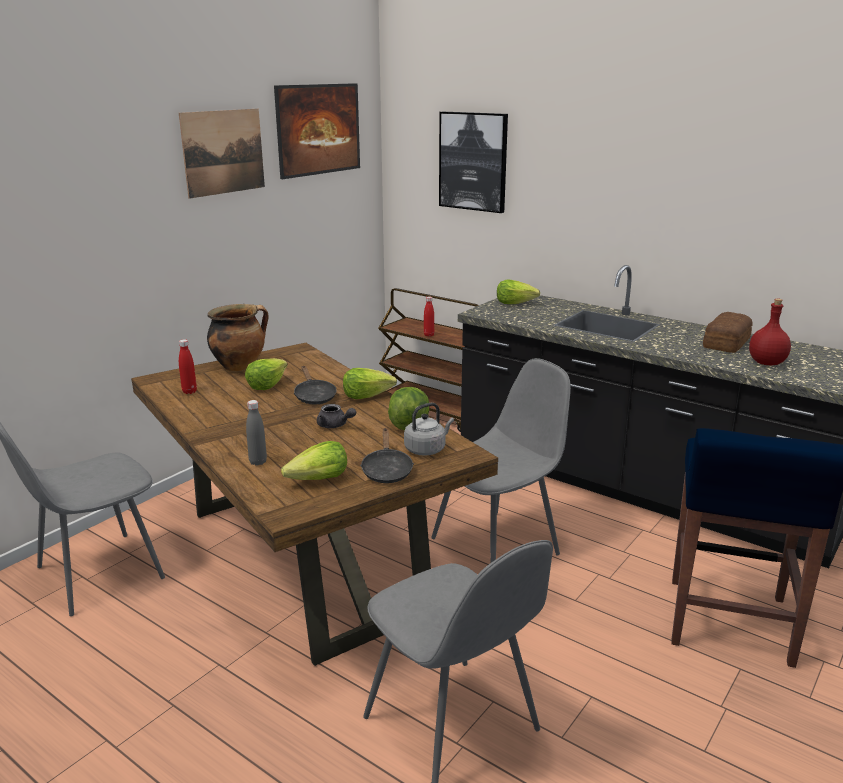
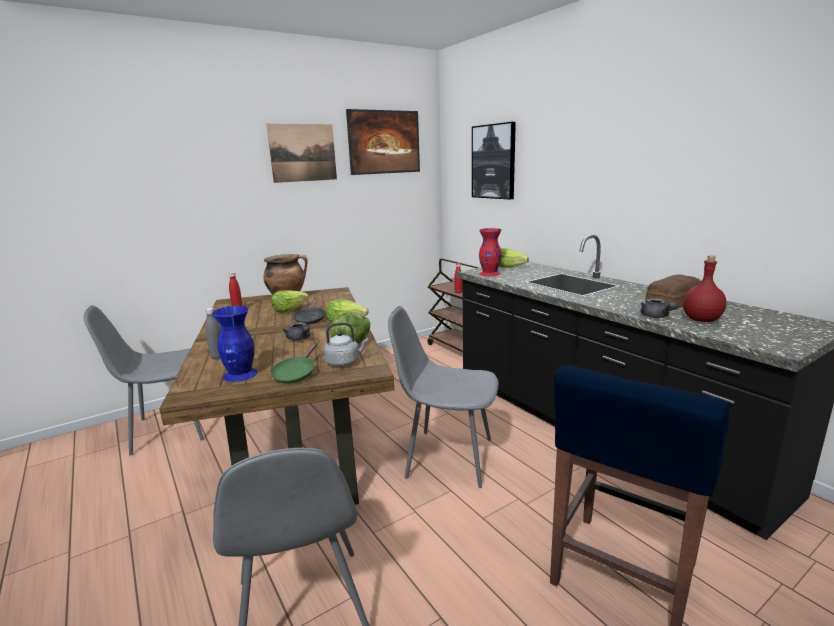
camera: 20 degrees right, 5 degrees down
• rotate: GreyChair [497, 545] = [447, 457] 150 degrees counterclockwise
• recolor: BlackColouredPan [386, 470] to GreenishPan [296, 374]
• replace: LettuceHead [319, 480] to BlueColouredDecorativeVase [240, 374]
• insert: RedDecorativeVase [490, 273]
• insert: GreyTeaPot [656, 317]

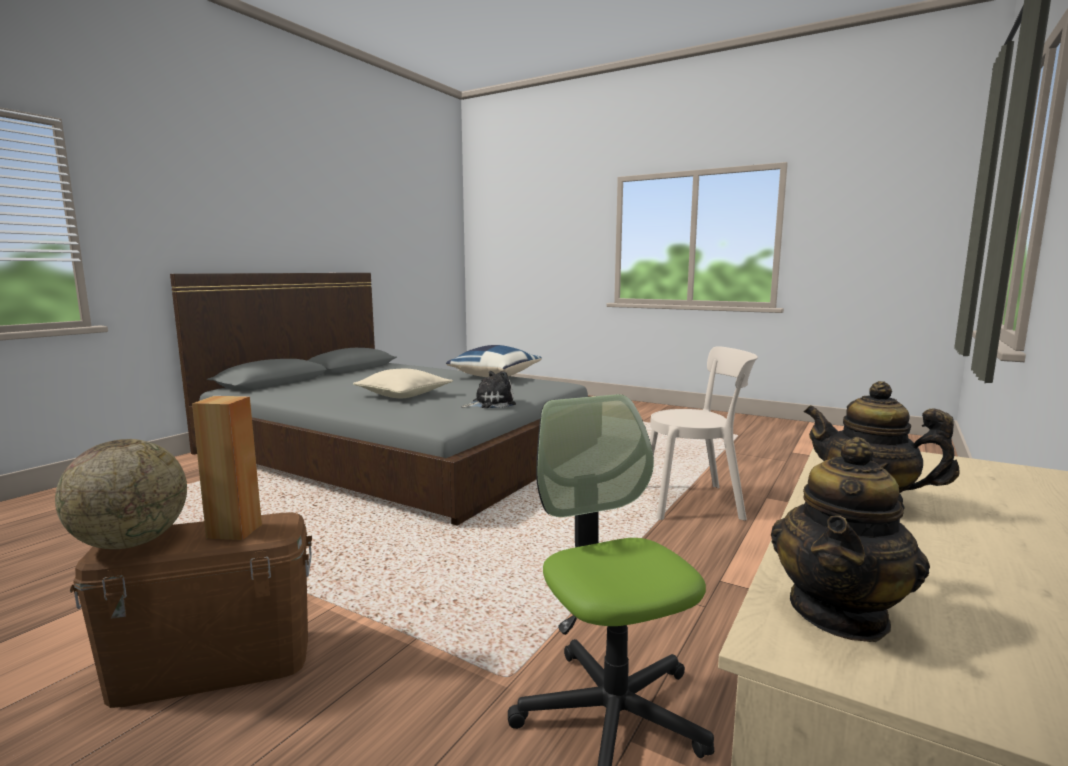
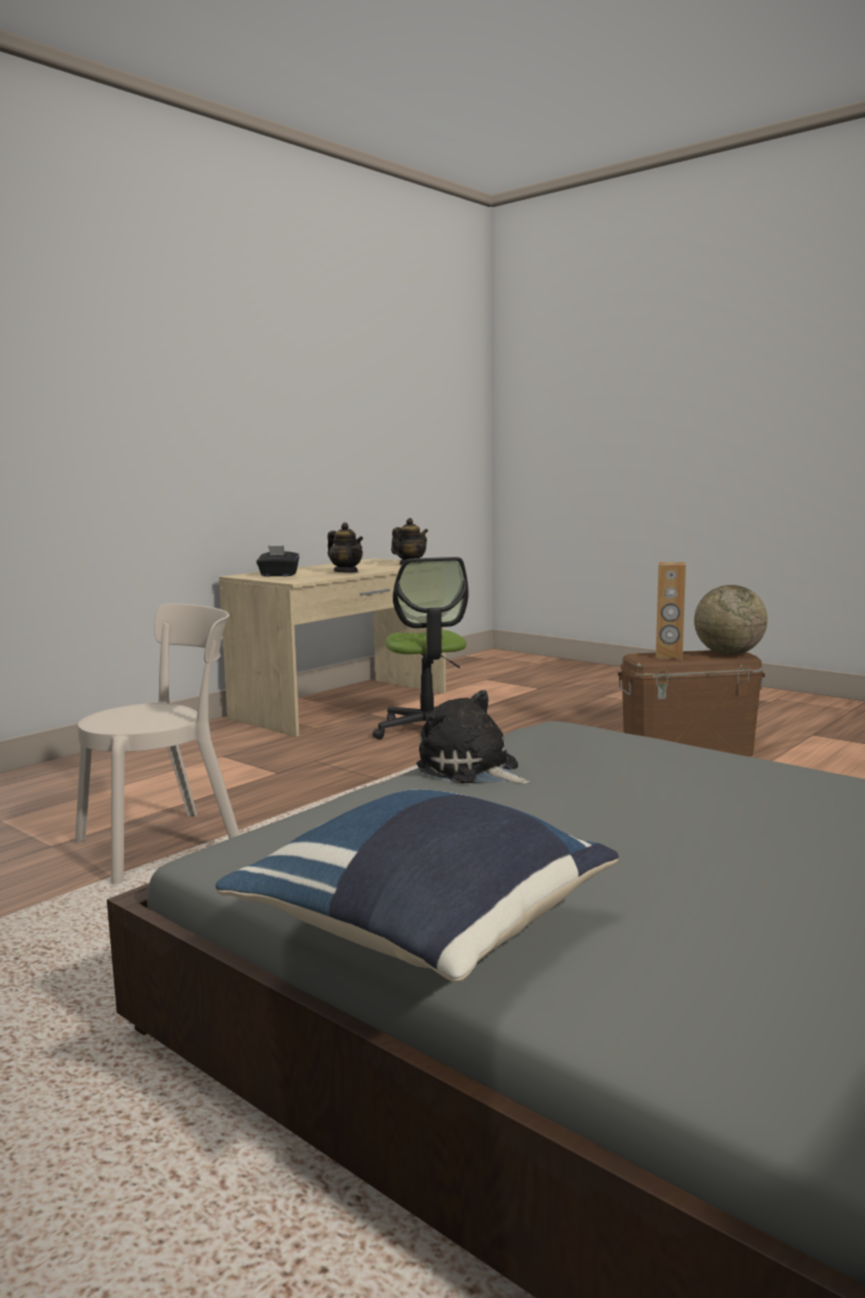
camera: 170 degrees left, 0 degrees up
• rotate: BeigeChair [696, 502] = [167, 844] 135 degrees clockwise
• delete: BeigeThrowPillow [403, 395]
• rotate: PlushToy [490, 403] = [471, 770] 60 degrees clockwise
• insert: BlackColouredBoxOfTissues [278, 575]

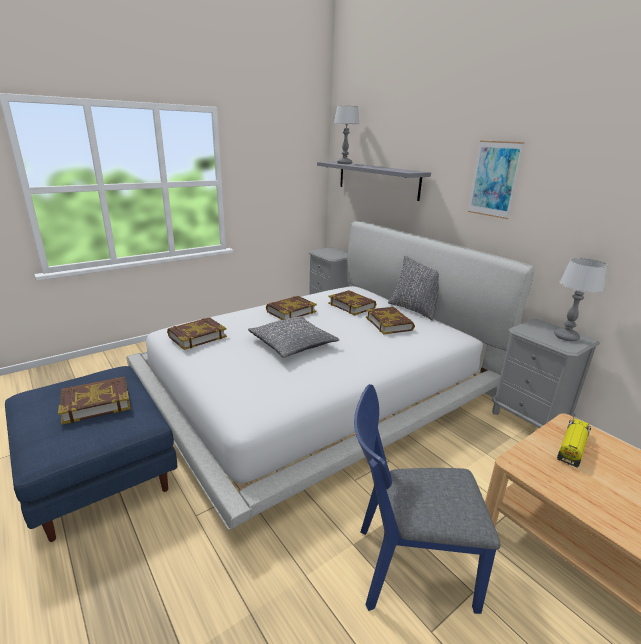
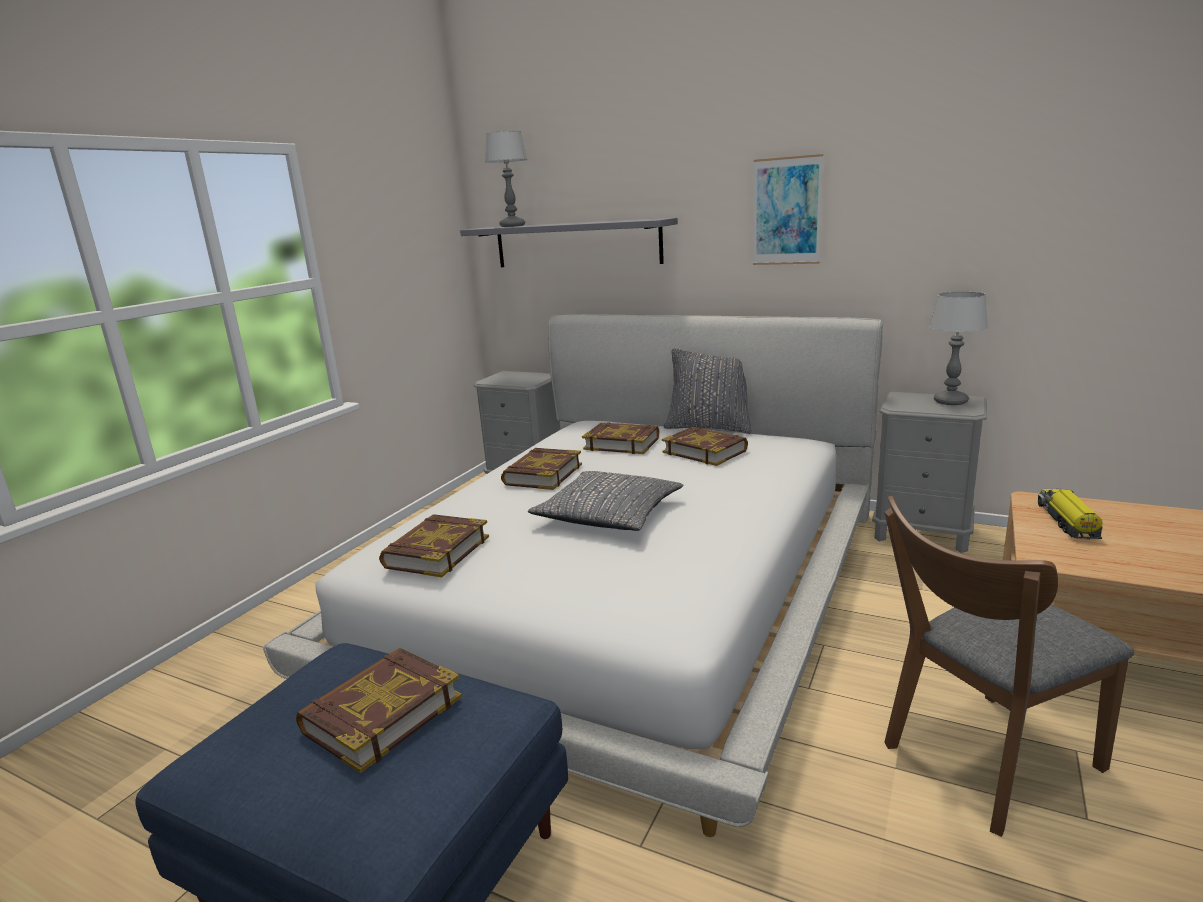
camera: 25 degrees left, 5 degrees down
• recolor: BlueColouredChair [404, 567] to BrownColouredChair [981, 762]

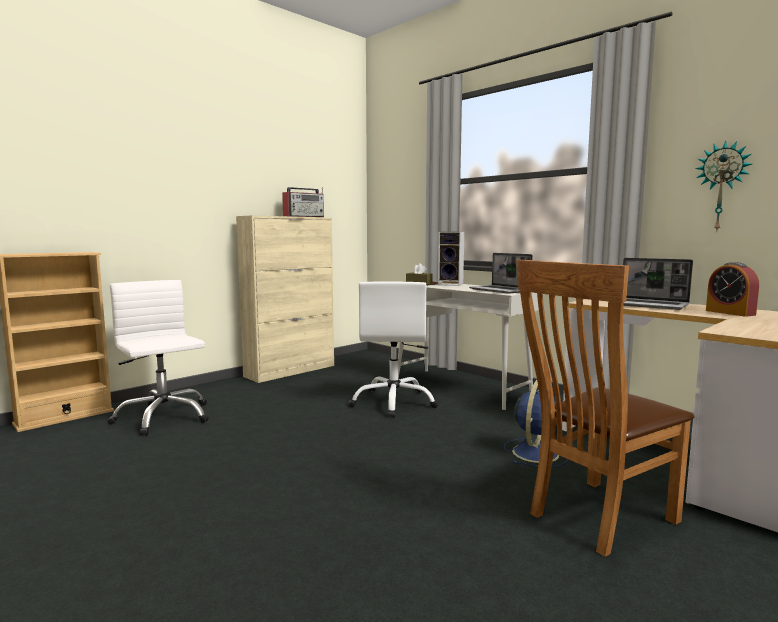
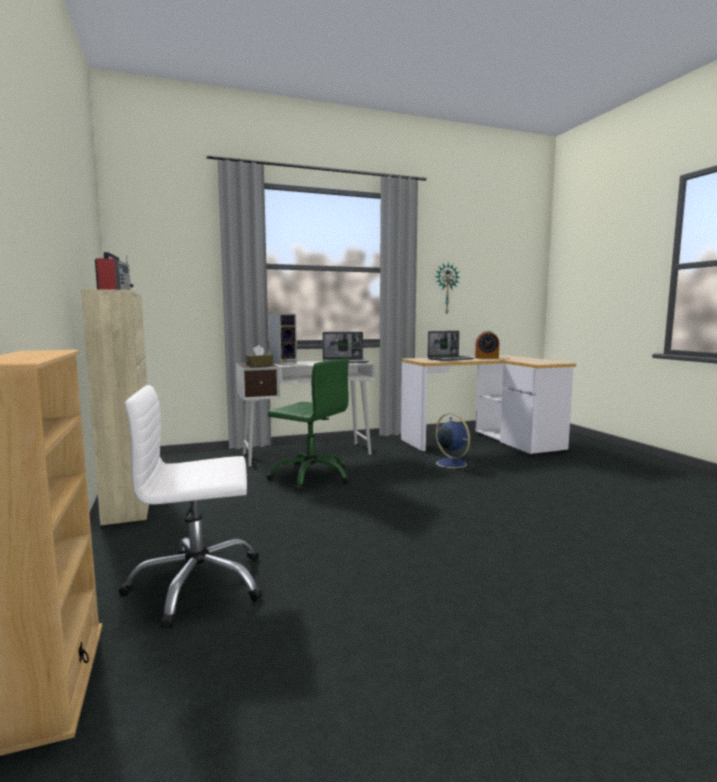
camera: 65 degrees left, 0 degrees up
• delete: BrownColouredChair [595, 518]
• recolor: WhitishComputerChair [394, 402] to GreenishComputerChair [311, 477]

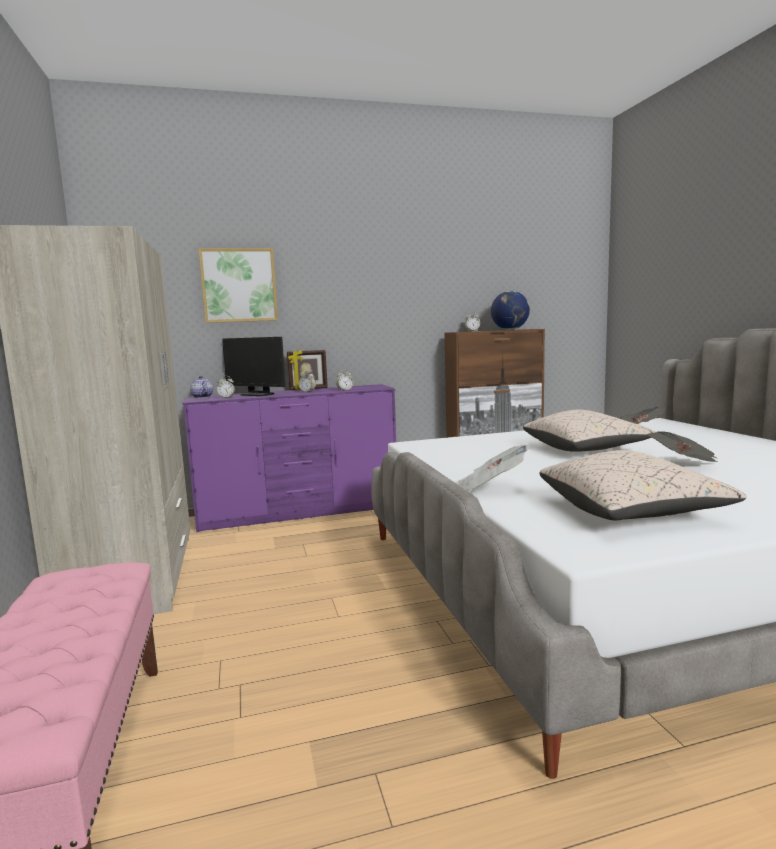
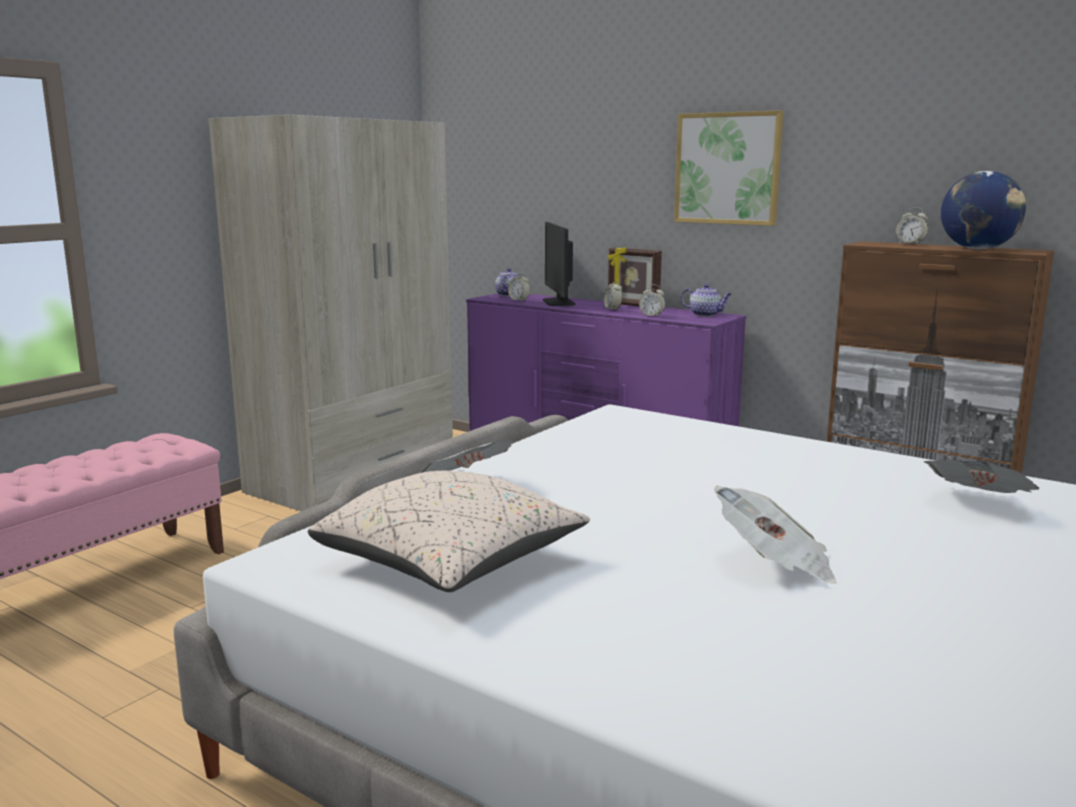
camera: 50 degrees right, 5 degrees up
• move: WallArt [239, 285] to [727, 168]
• delete: BeigeThrowPillow [585, 449]
• insert: TeaPot [705, 315]

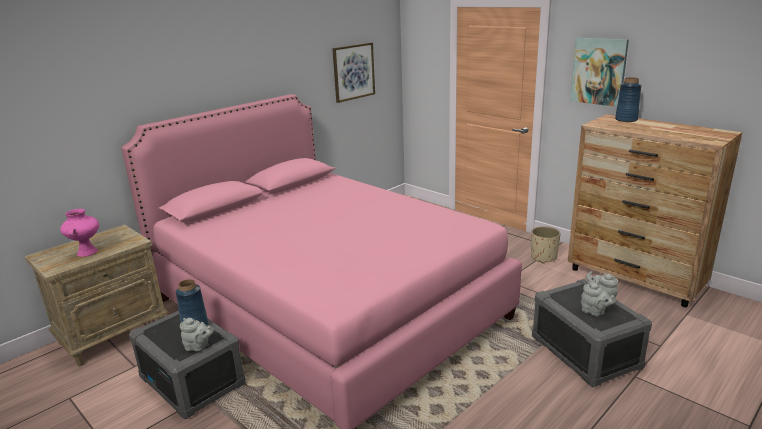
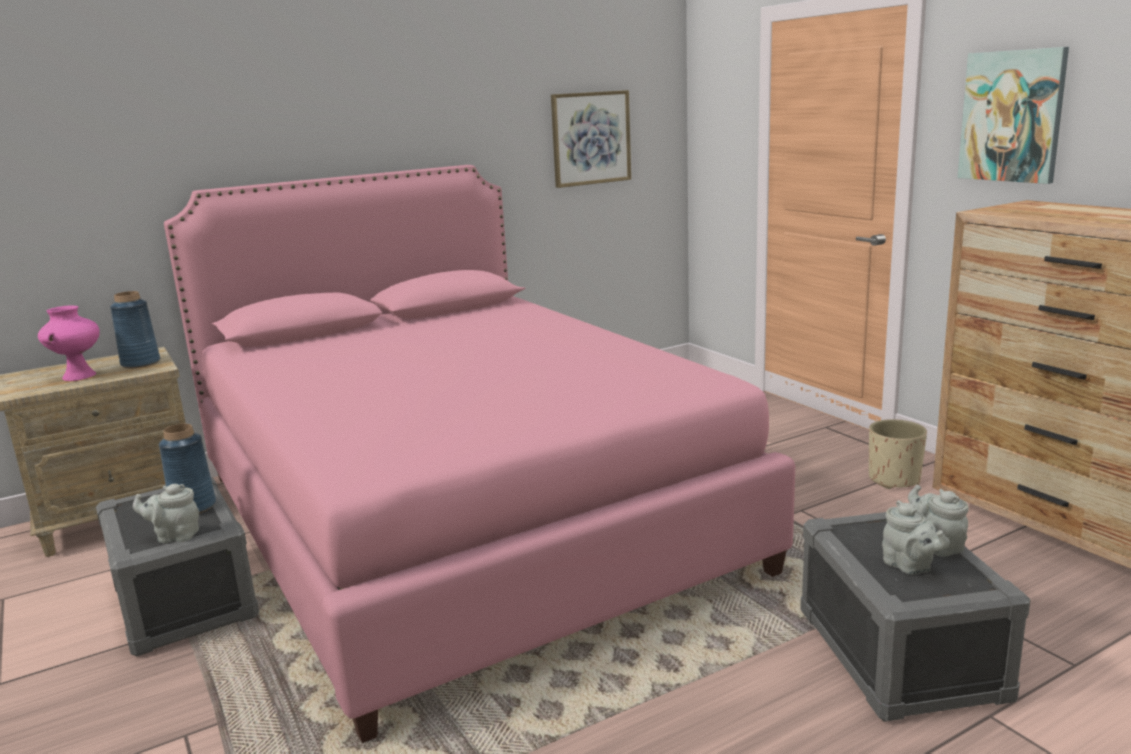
camera: 15 degrees right, 5 degrees down
• move: BlueColouredDecorativeVase [626, 120] to [140, 363]
• rotate: GreyTeaPot [199, 347] = [175, 536] 150 degrees clockwise

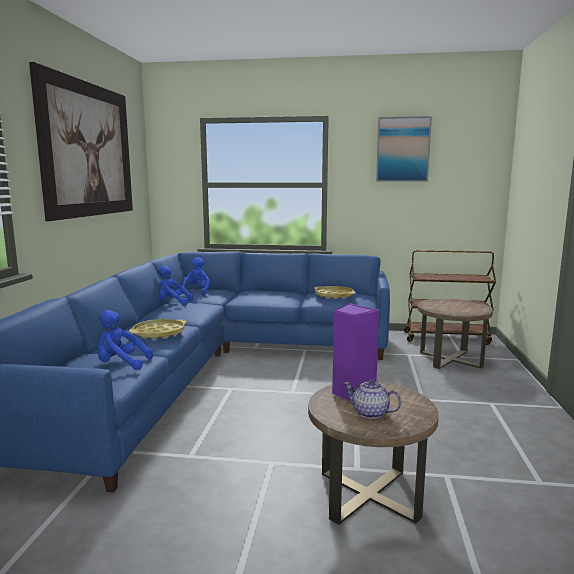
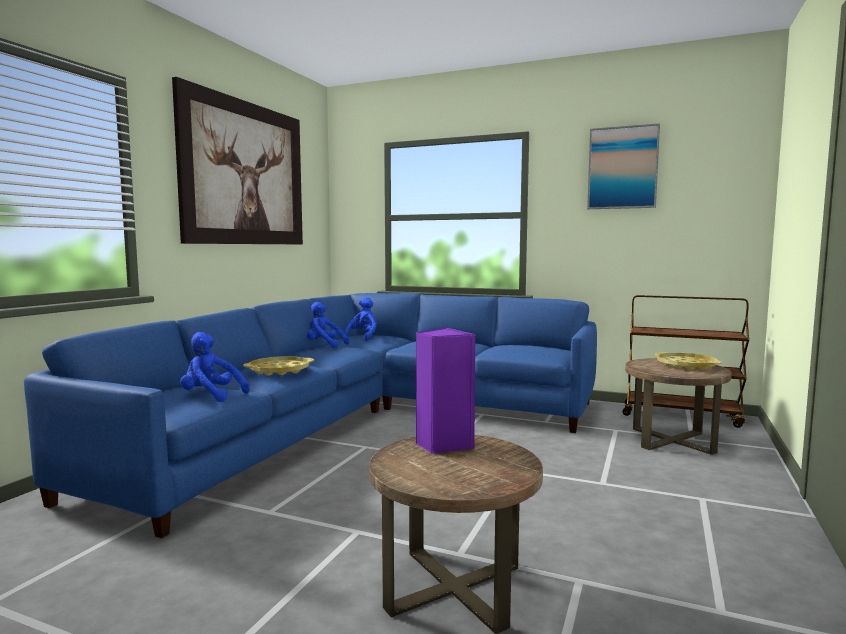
camera: 15 degrees right, 5 degrees down
• move: YellowServingTray [334, 295] to [686, 365]
• delete: TeaPot [370, 413]

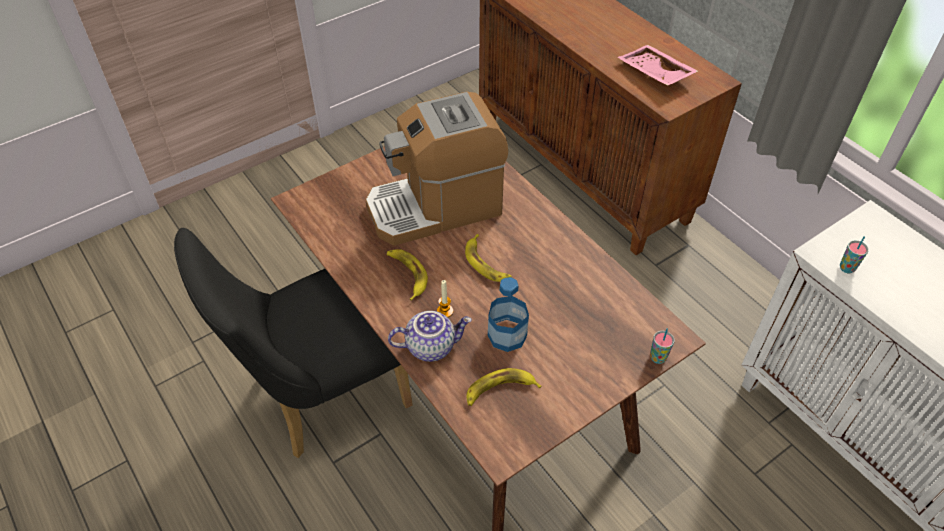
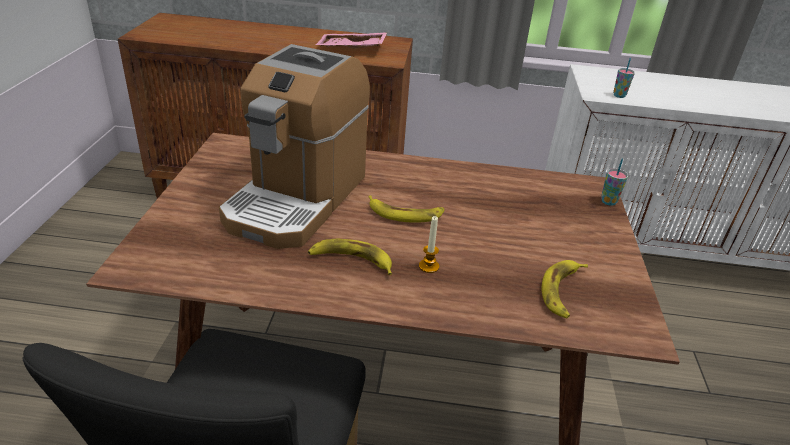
camera: 50 degrees left, 15 degrees down
• delete: Bottle [507, 335]
• delete: TeaPot [431, 346]

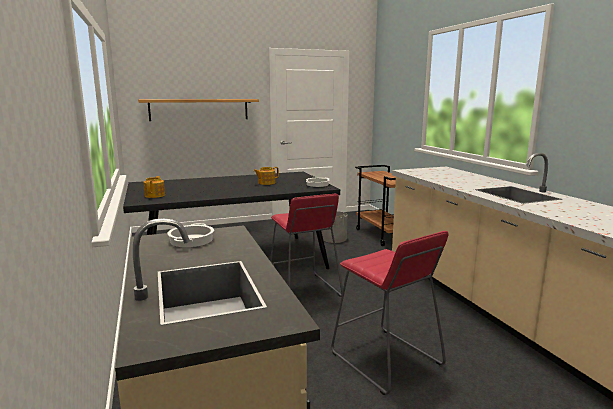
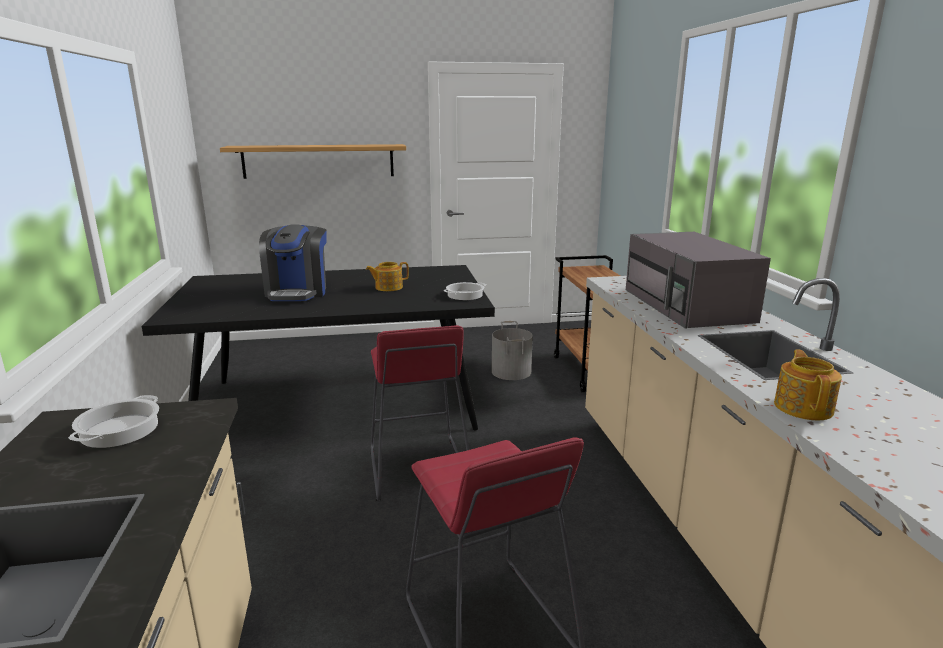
camera: 10 degrees right, 5 degrees up
• move: TeaPot [155, 195] to [803, 407]
• insert: CoffeeMachine [297, 292]
• insert: GreyMicrowave [688, 306]

